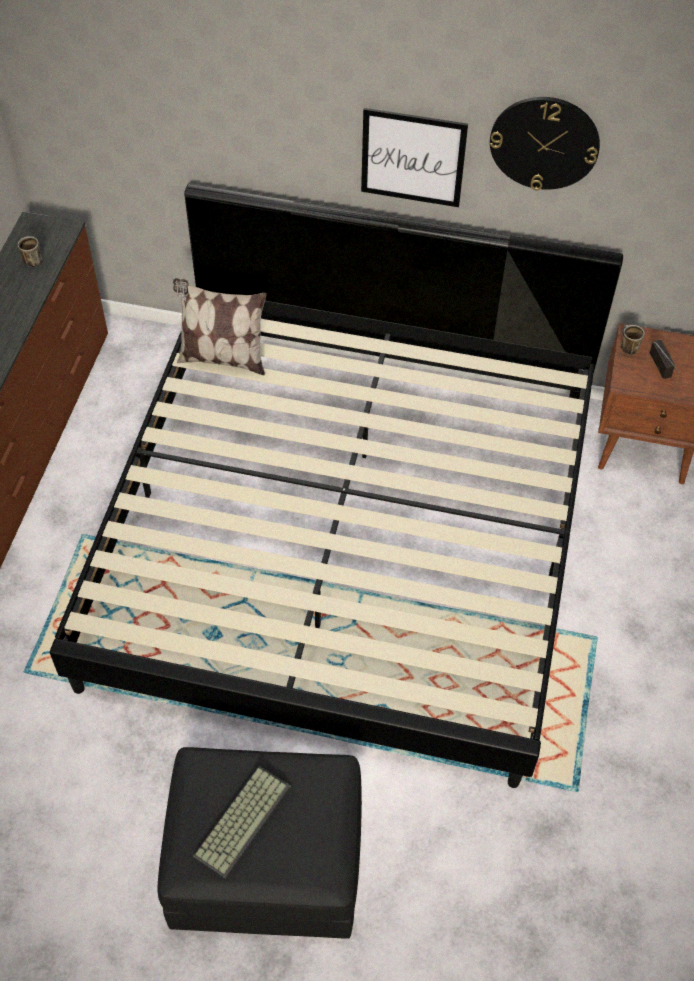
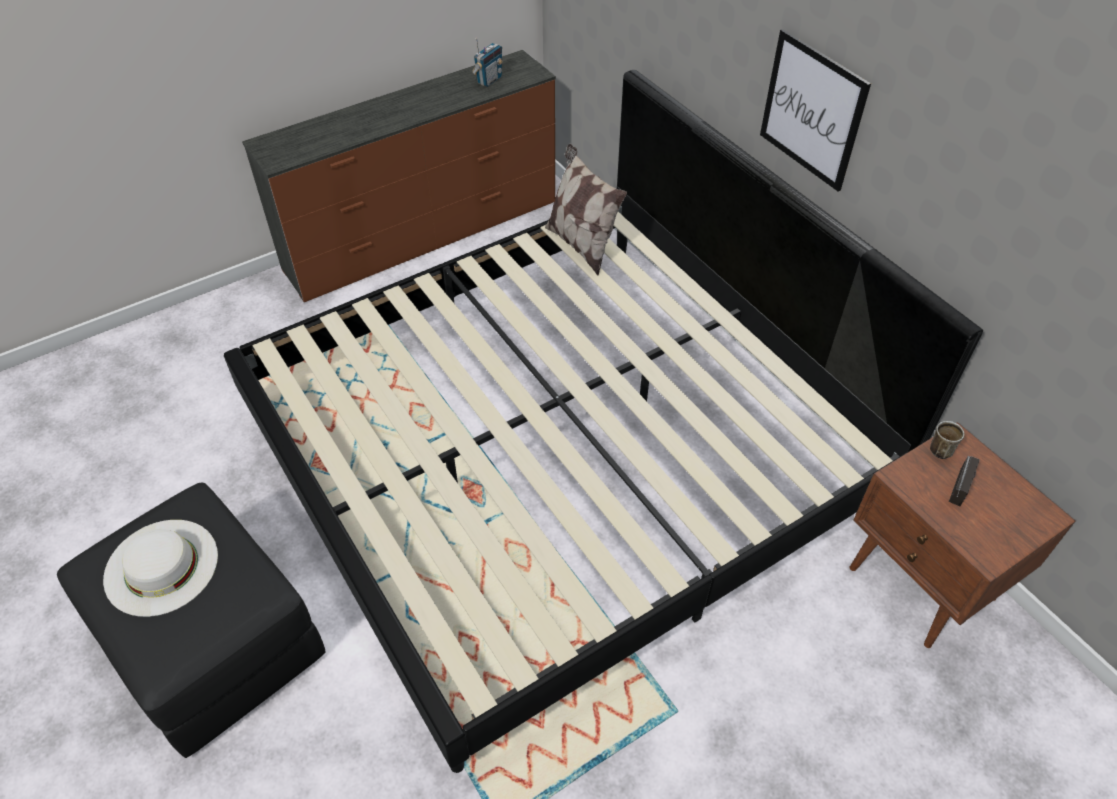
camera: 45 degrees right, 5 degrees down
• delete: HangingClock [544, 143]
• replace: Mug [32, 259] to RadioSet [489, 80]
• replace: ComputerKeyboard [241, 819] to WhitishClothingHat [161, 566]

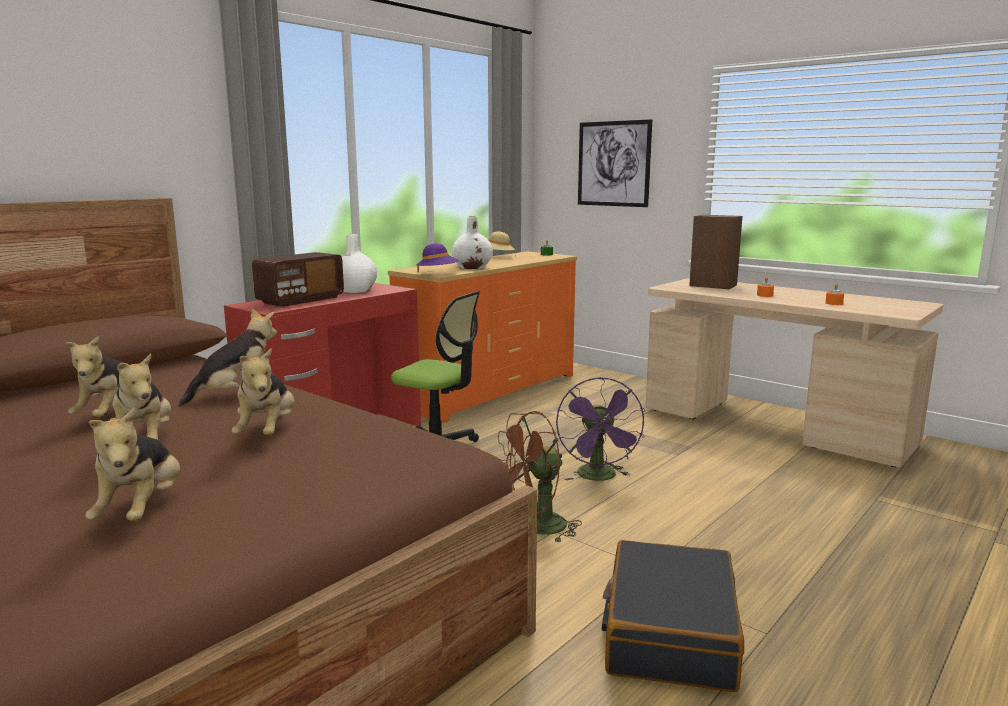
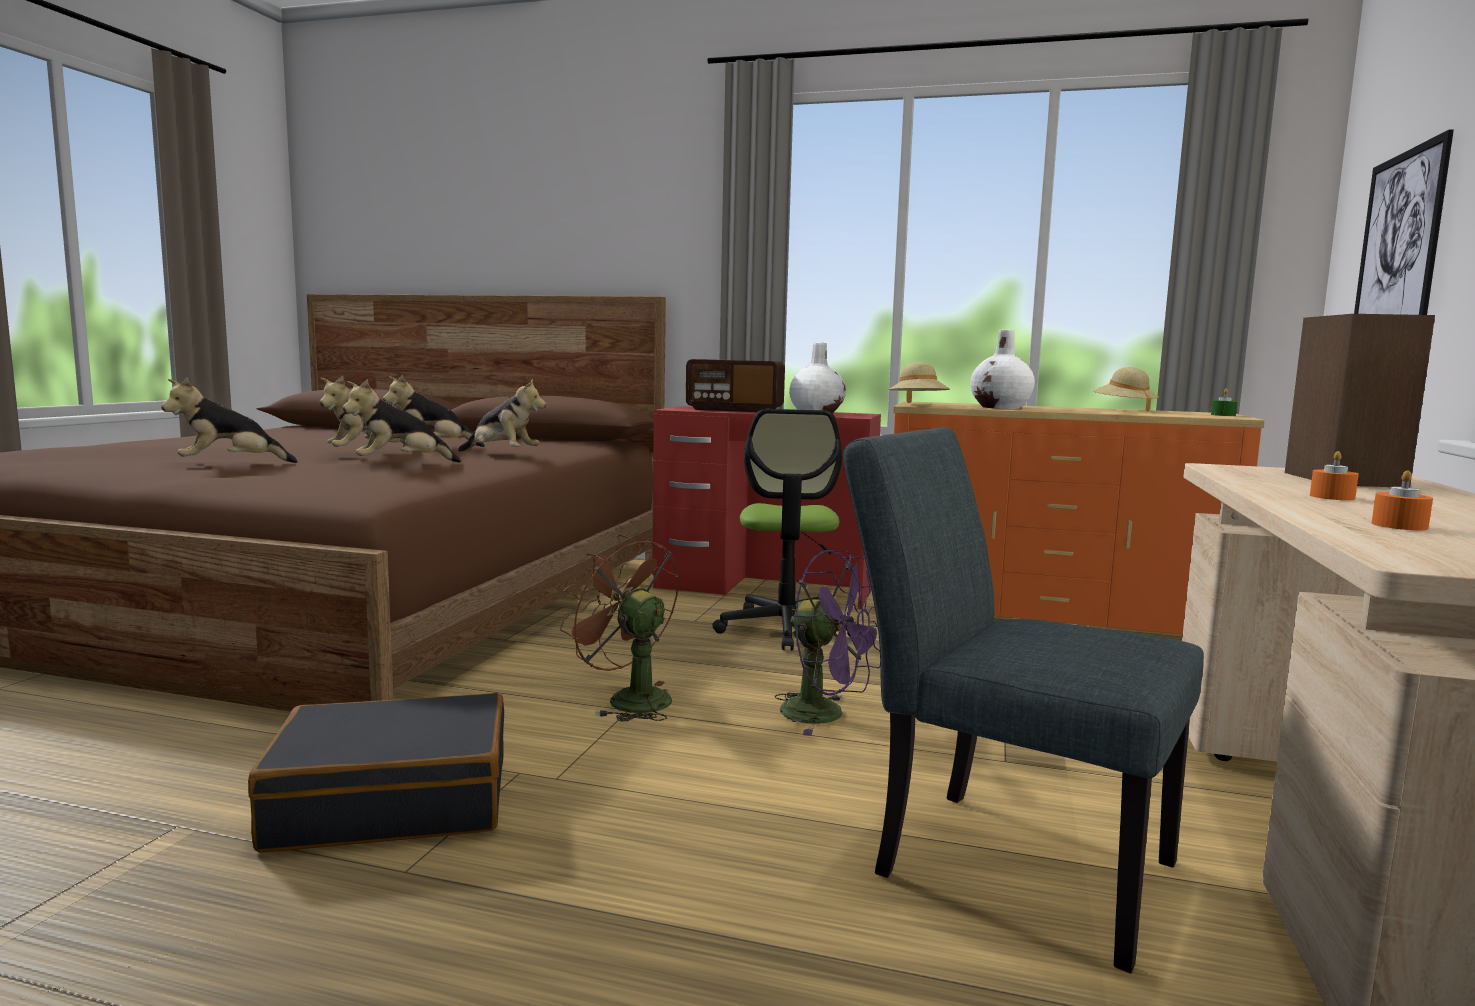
camera: 65 degrees right, 5 degrees down
• recolor: PurplishClothingHat [437, 273] to BeigeClothingHat [918, 405]
• rotate: PurplishElectricFan [599, 477] = [826, 715] 120 degrees counterclockwise
• insert: GreyChair [1001, 860]

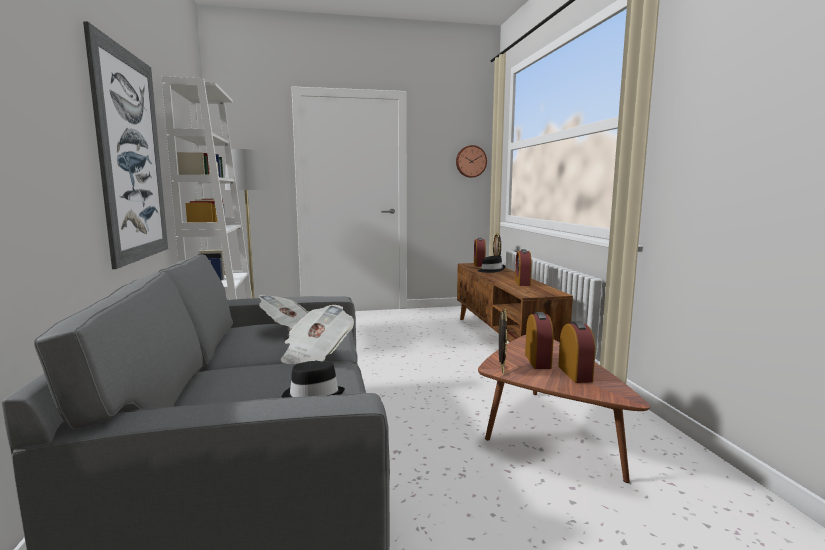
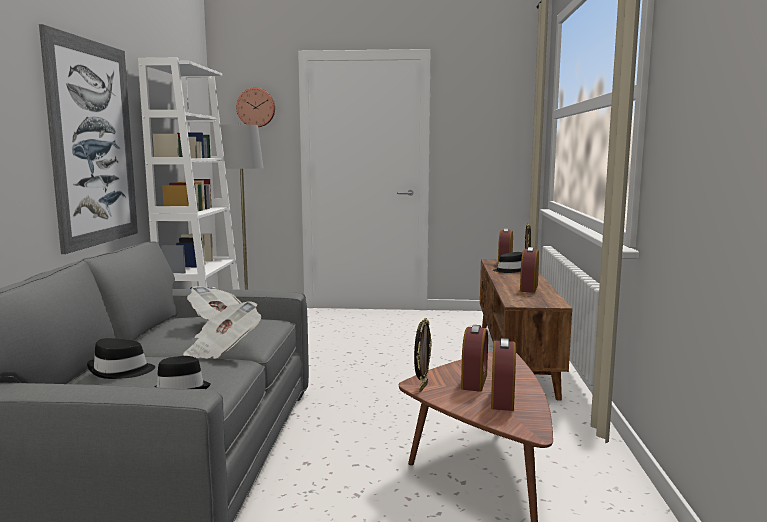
camera: 15 degrees right, 0 degrees up
• move: HangingClock [470, 161] to [256, 107]
• insert: BlackColouredClothingHat [121, 371]

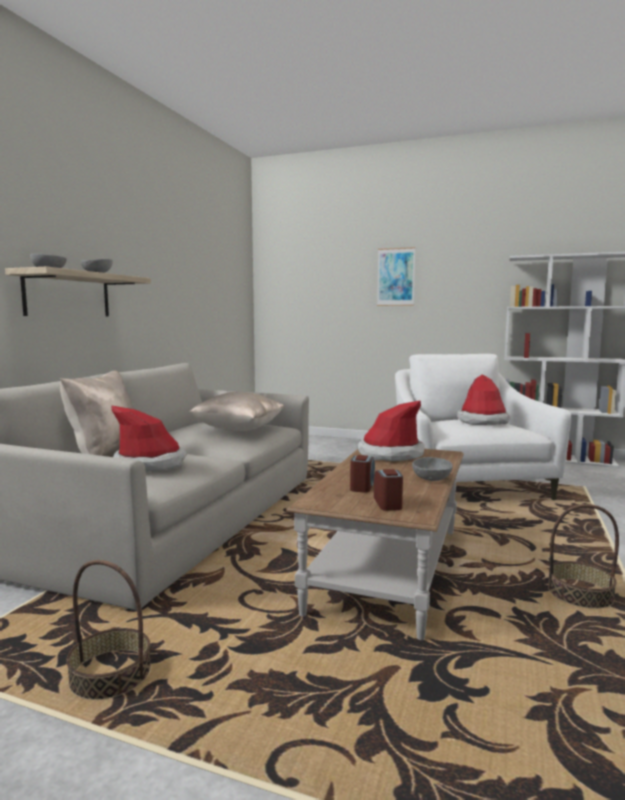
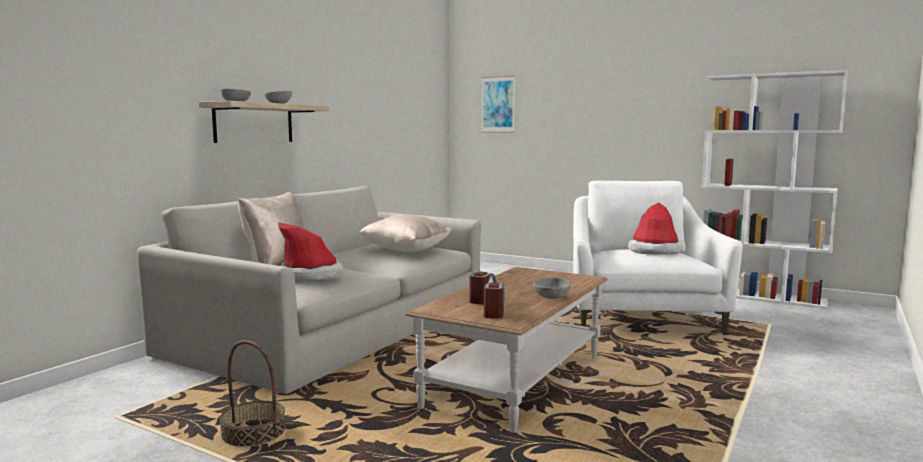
camera: 10 degrees right, 0 degrees up
• move: WallArt [396, 277] to [498, 104]
• delete: ClothingHat [390, 454]
• delete: HouseholdBasket [580, 594]

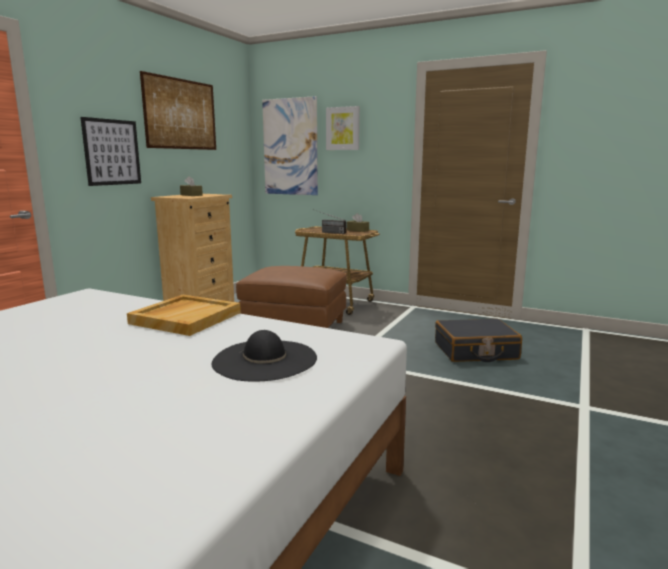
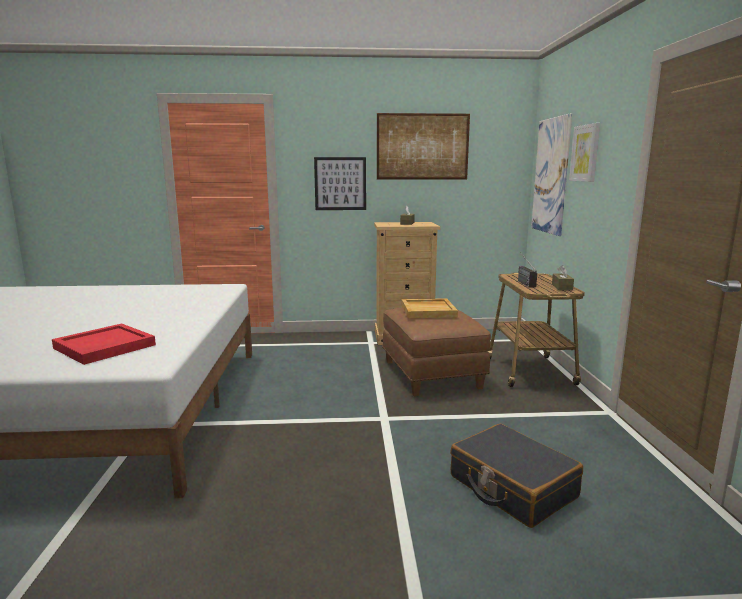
camera: 60 degrees right, 0 degrees up
• move: BeigeServingTray [186, 318] to [428, 311]
• replace: BlackColouredClothingHat [265, 360] to RedServingTray [104, 347]

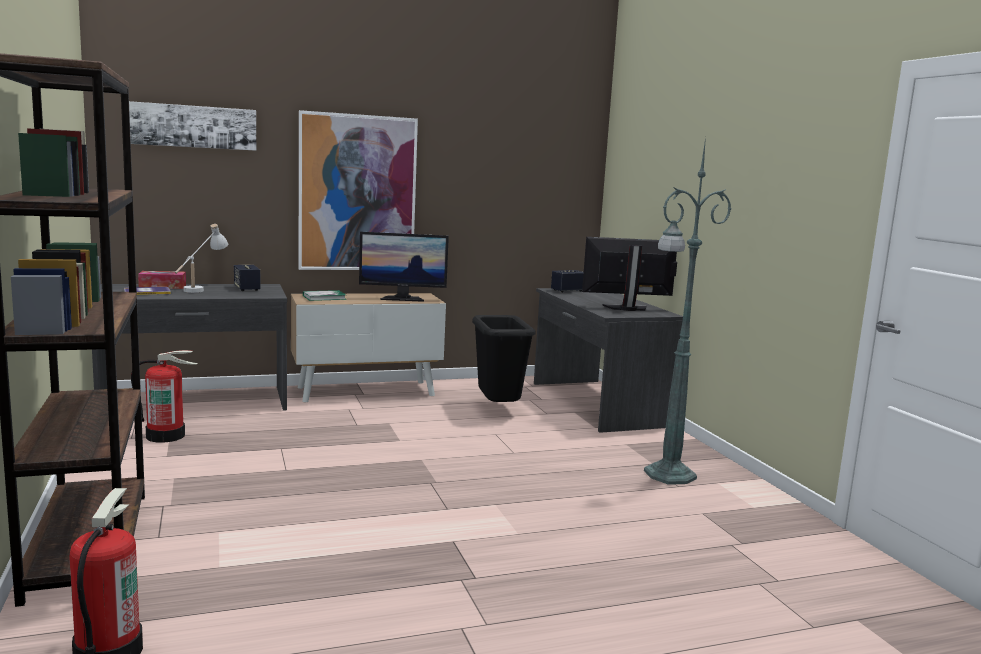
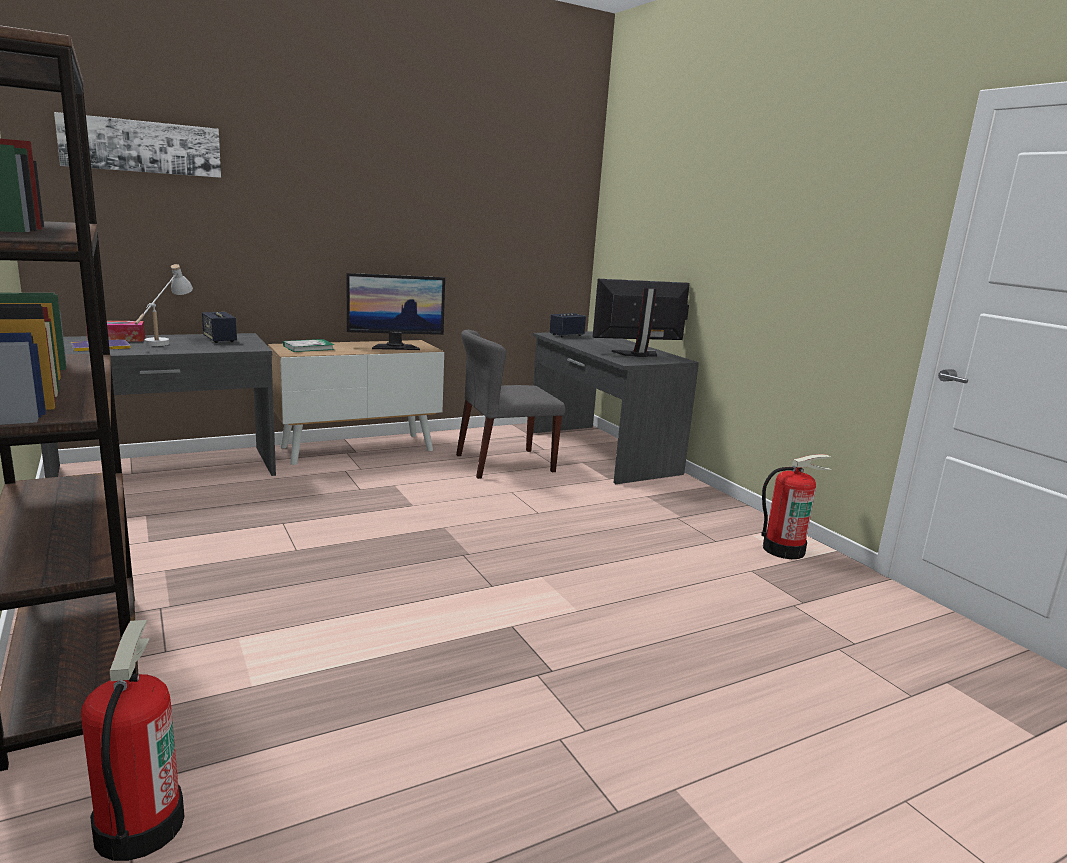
camera: 10 degrees left, 5 degrees up
• delete: WallArt [357, 193]
• delete: GreenishFloorLamp [667, 475]
• replace: BlackColouredRubbishBin [497, 410] to GreyChair [504, 463]
• move: FireFightingCylinder [166, 436] to [783, 549]

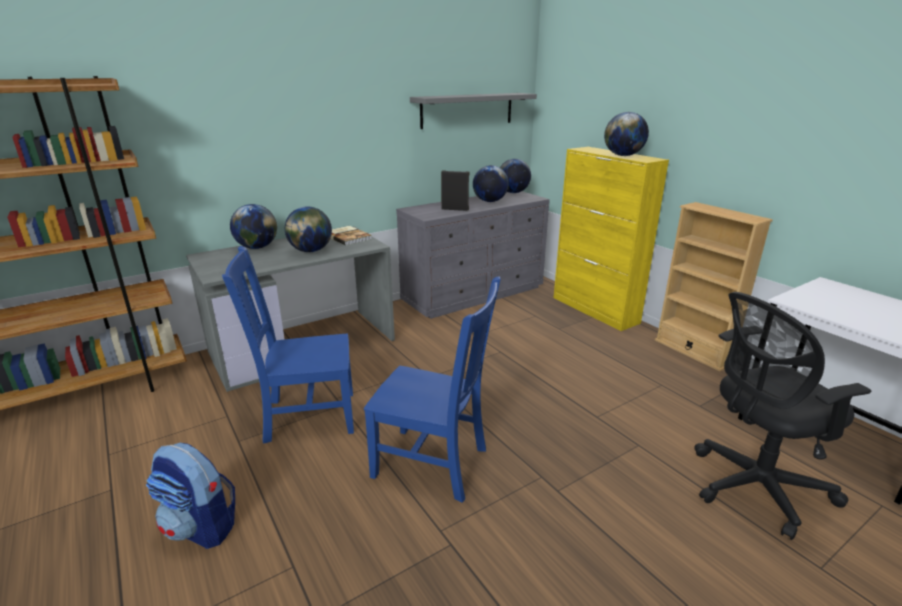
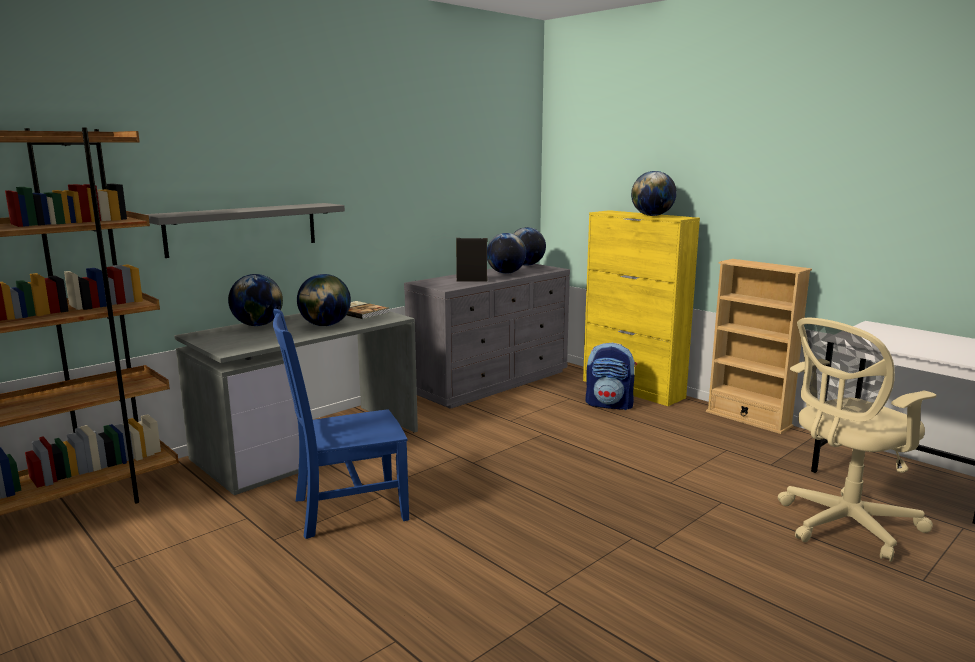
camera: 10 degrees left, 10 degrees down
• move: GreyBracketShelf [467, 110] to [243, 229]
• delete: BlueColouredChair [434, 463]
• recolor: BlackColouredComputerChair [753, 488] to BeigeComputerChair [843, 526]
• move: Rucksack [201, 527] to [610, 405]

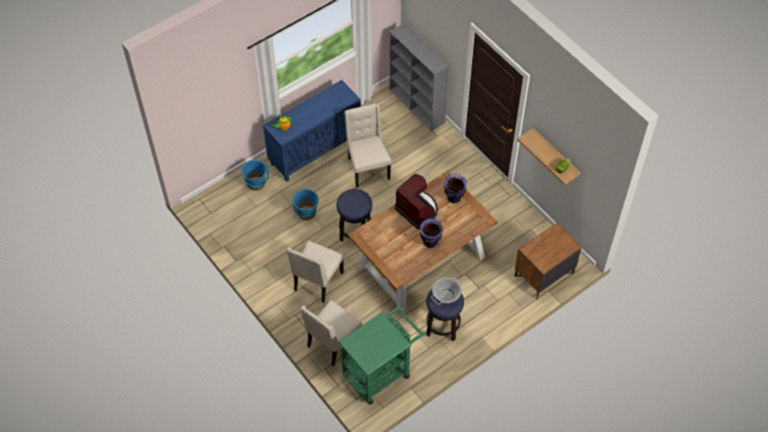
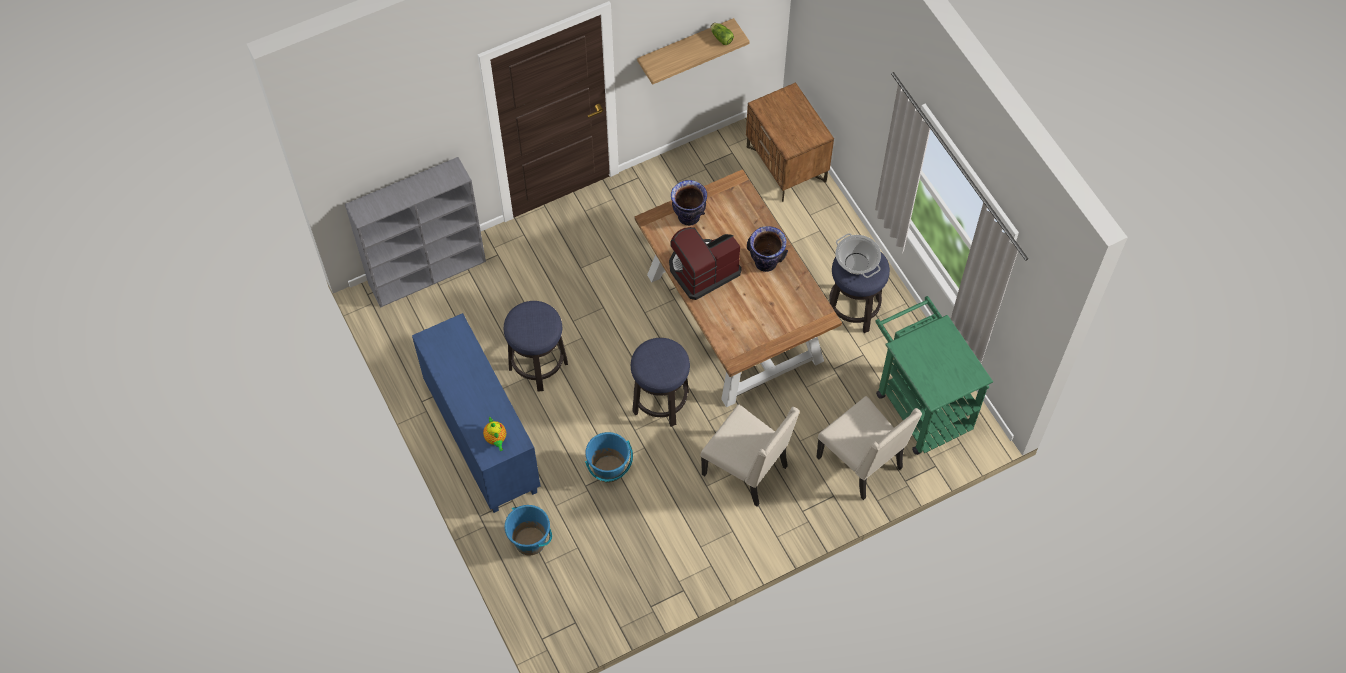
camera: 80 degrees left, 5 degrees up
• replace: BeigeChair [367, 168] to SittingStool [538, 365]

